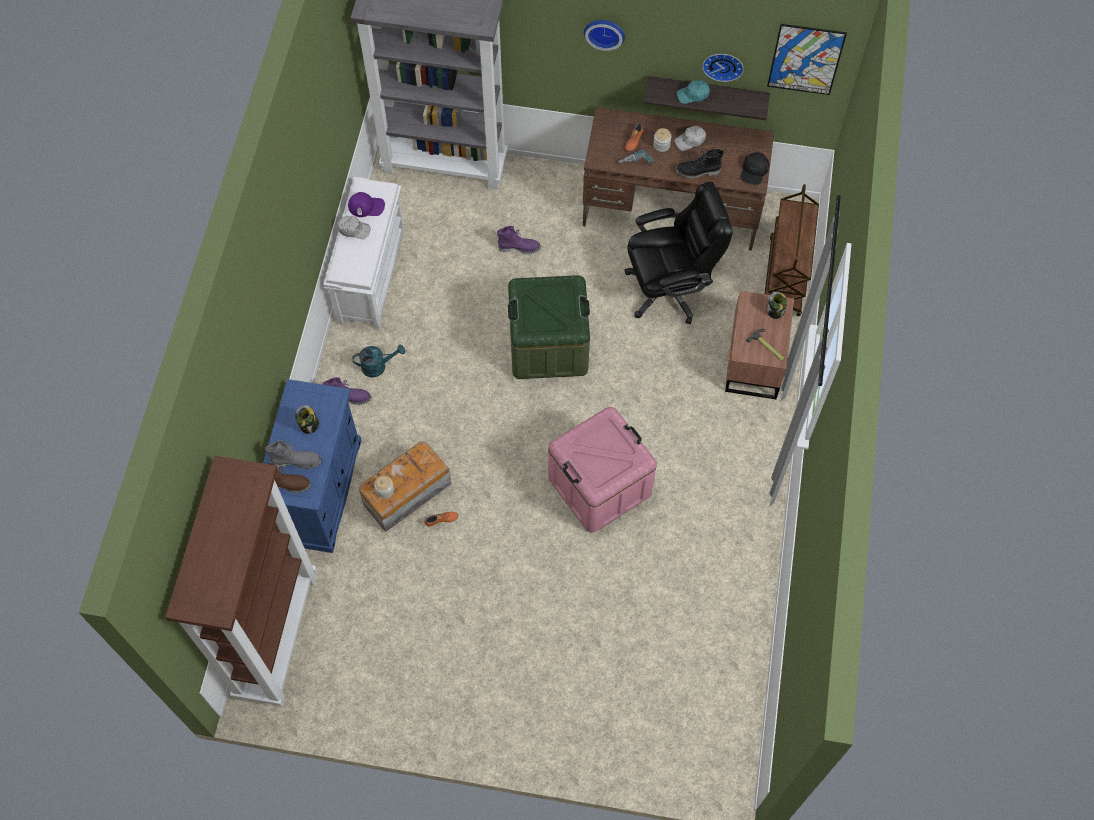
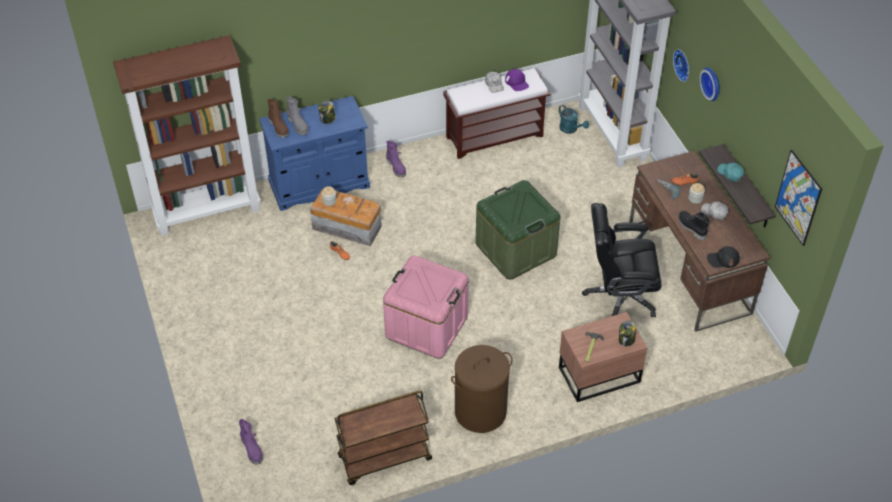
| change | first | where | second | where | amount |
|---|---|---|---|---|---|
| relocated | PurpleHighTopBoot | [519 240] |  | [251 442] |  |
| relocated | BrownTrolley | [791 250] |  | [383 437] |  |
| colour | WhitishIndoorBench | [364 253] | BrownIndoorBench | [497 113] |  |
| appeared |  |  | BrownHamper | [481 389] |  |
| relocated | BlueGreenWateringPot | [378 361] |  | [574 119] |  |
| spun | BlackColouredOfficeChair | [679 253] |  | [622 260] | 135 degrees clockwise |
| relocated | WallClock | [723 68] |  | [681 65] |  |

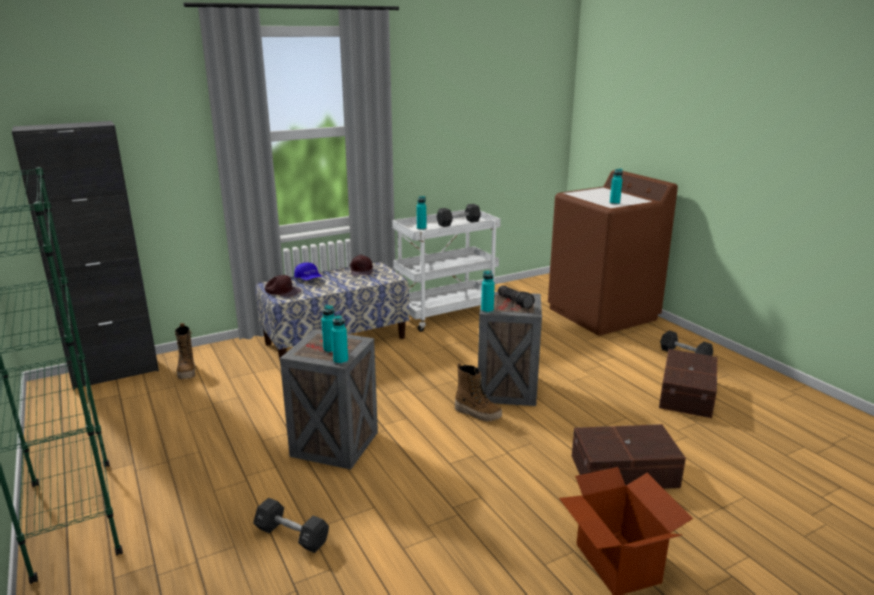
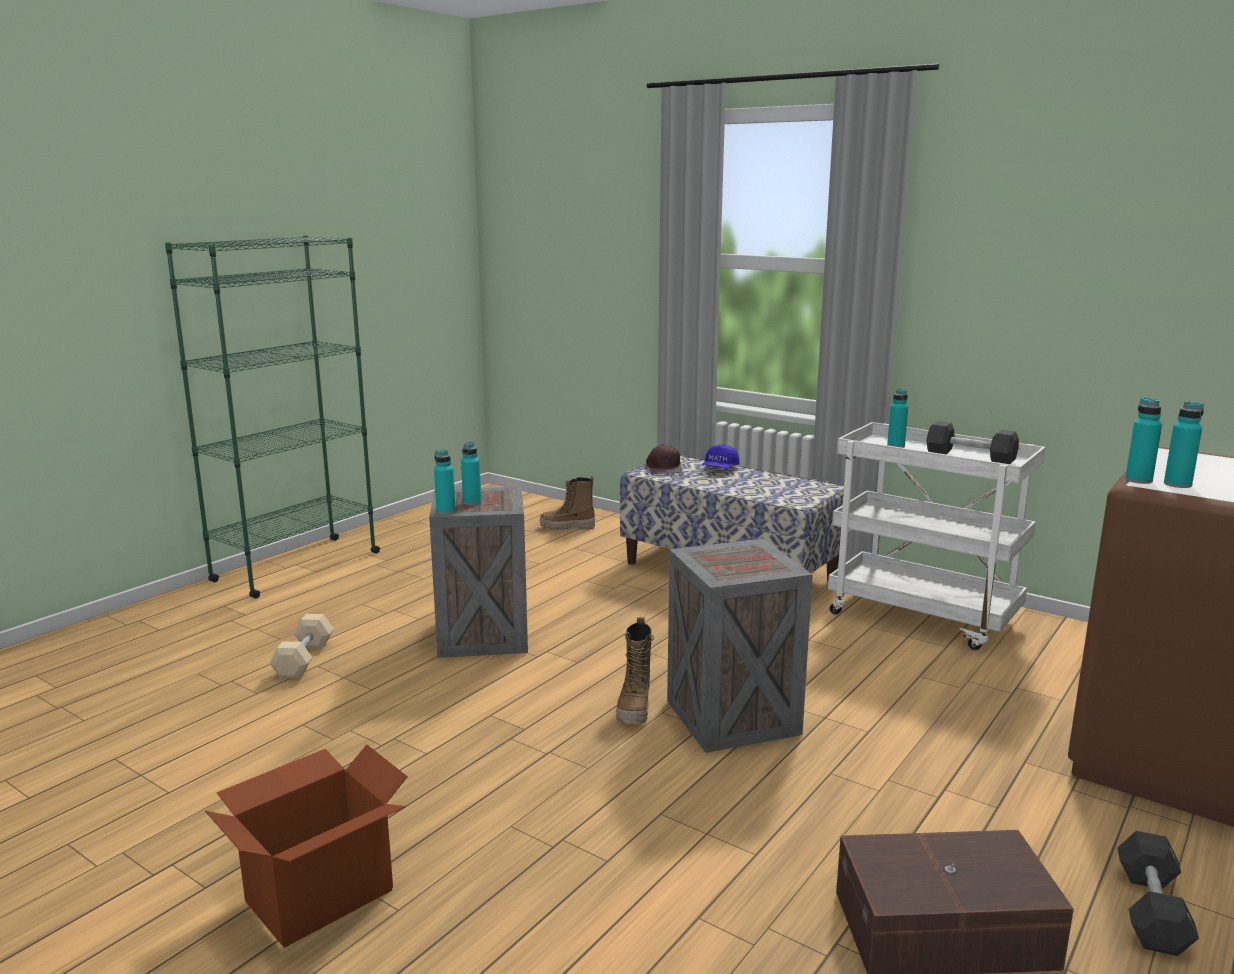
| change | first | where | second | where | amount |
|---|---|---|---|---|---|
| colour | BlackColouredHandWeight | [291 525] | BeigeColouredHandWeight | [301 646] |  |
| spun | HighTopBoot | [185 351] |  | [567 503] | 45 degrees clockwise |
| relocated | BlueGreenDrinkBottle | [488 292] |  | [1143 440] |  |
| missing | BlackColouredCabinet | [85 255] |  |  |  |
| missing | BrownPeakedCap | [361 265] |  |  |  |
| missing | HandTorch | [516 296] |  |  |  |
| missing | BrownStorageBox | [629 456] |  |  |  |

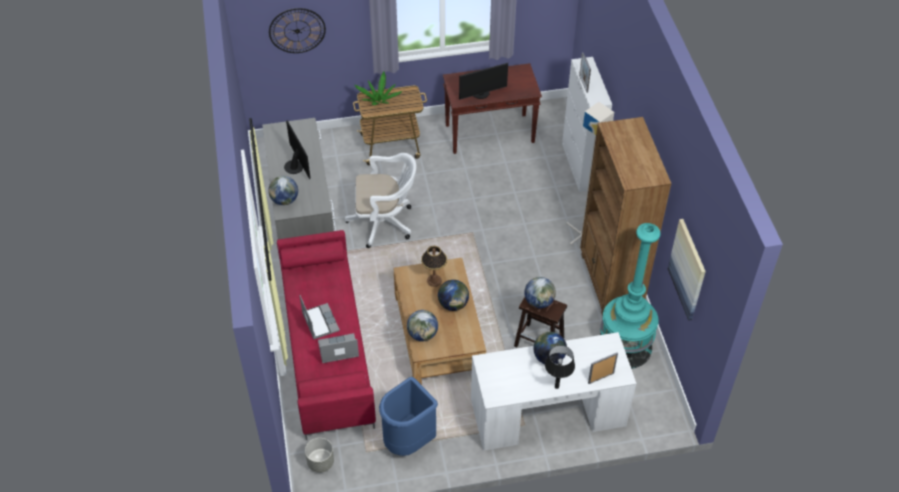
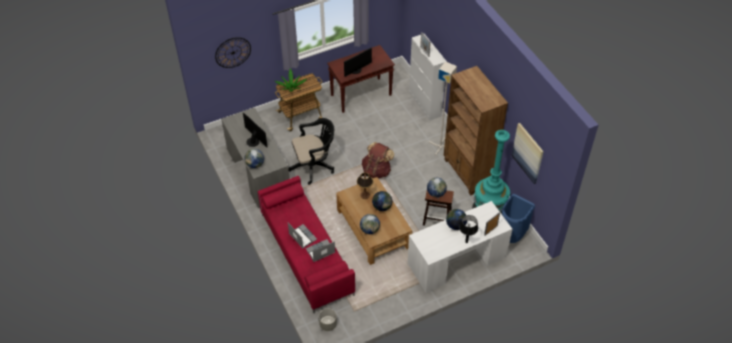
| change | first | where | second | where | amount |
|---|---|---|---|---|---|
| colour | WhitishOfficeChair | [380 200] | BlackColouredOfficeChair | [311 151] |  |
| appeared |  |  | BrownKnapsack | [378 160] |  |
| relocated | BlueRubbishBin | [408 416] |  | [518 218] |  |

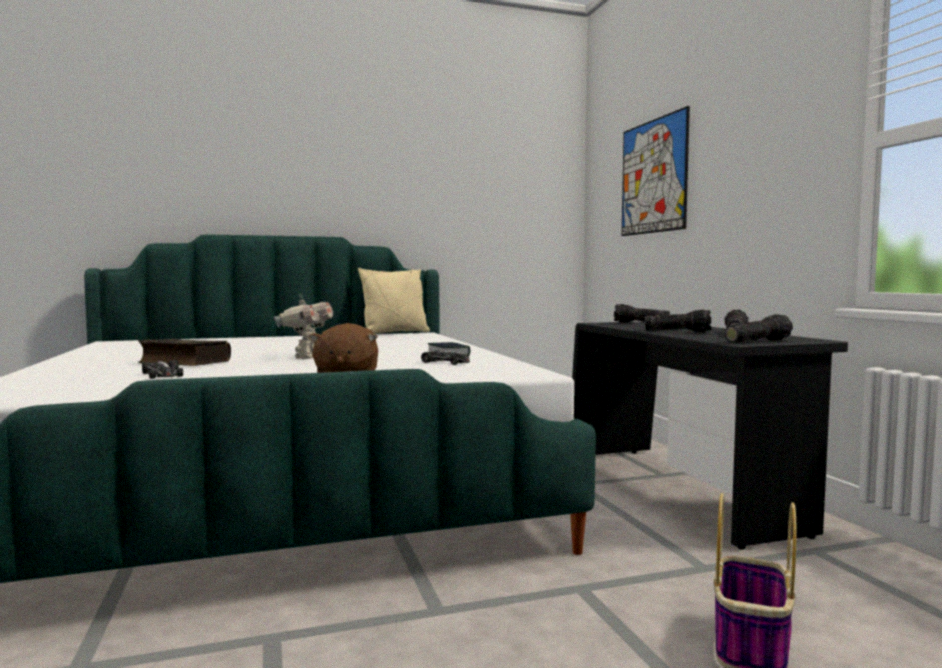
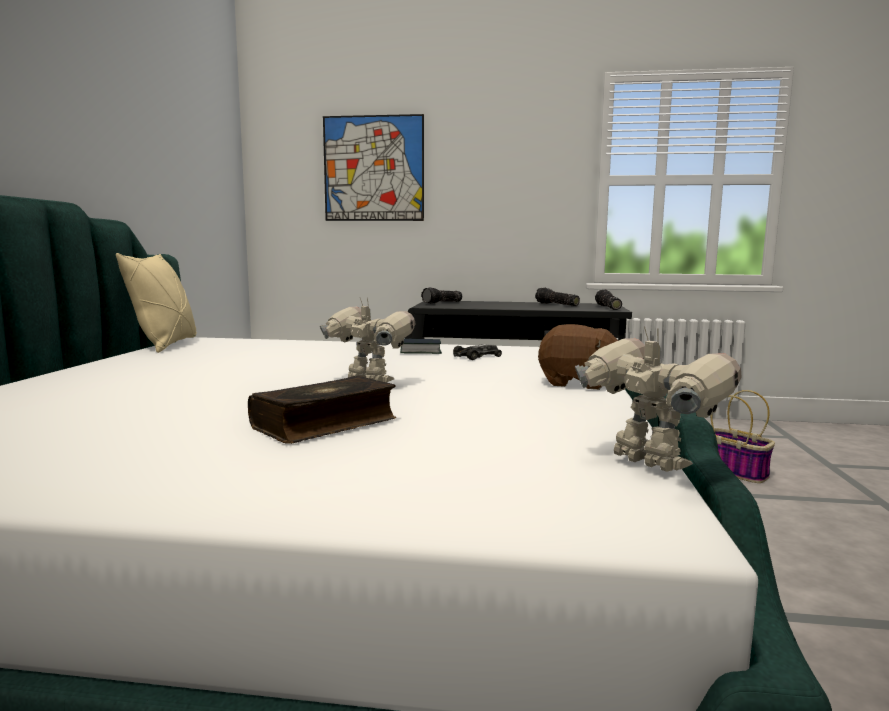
| change | first | where | second | where | amount |
|---|---|---|---|---|---|
| appeared |  |  | RobotFigure | [658 399] |  |
| missing | ModelCar | [162 369] |  |  |  |
| missing | HandTorch | [678 321] |  |  |  |

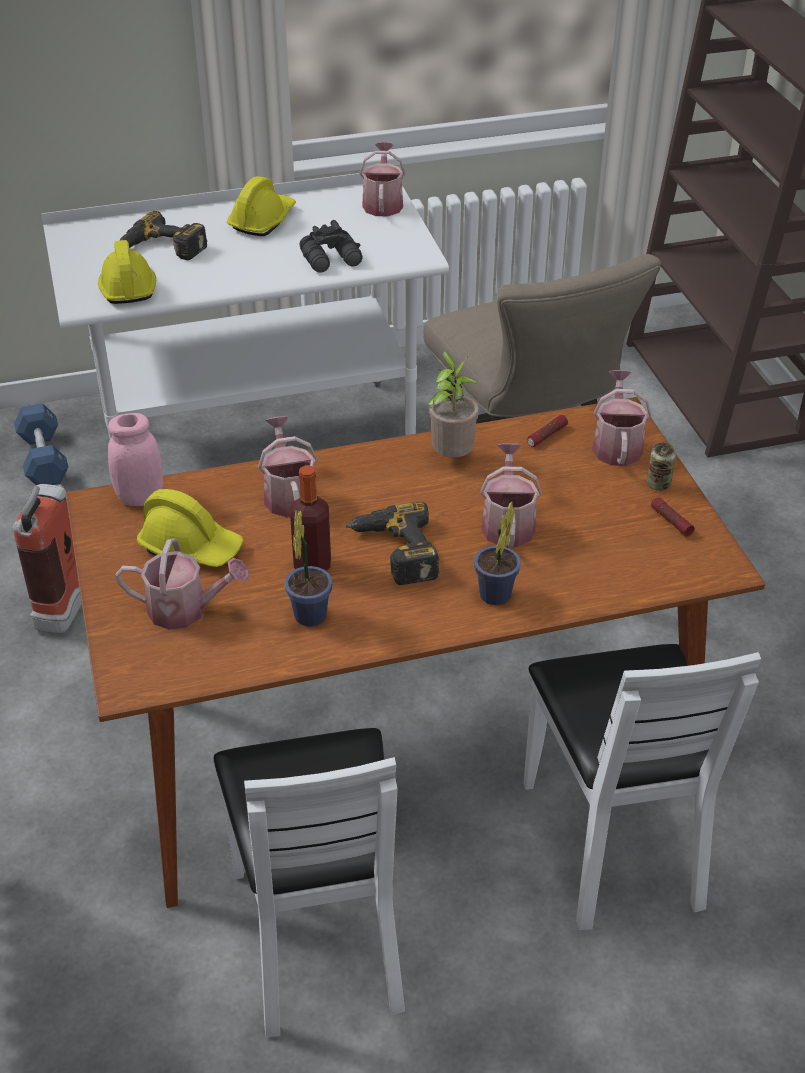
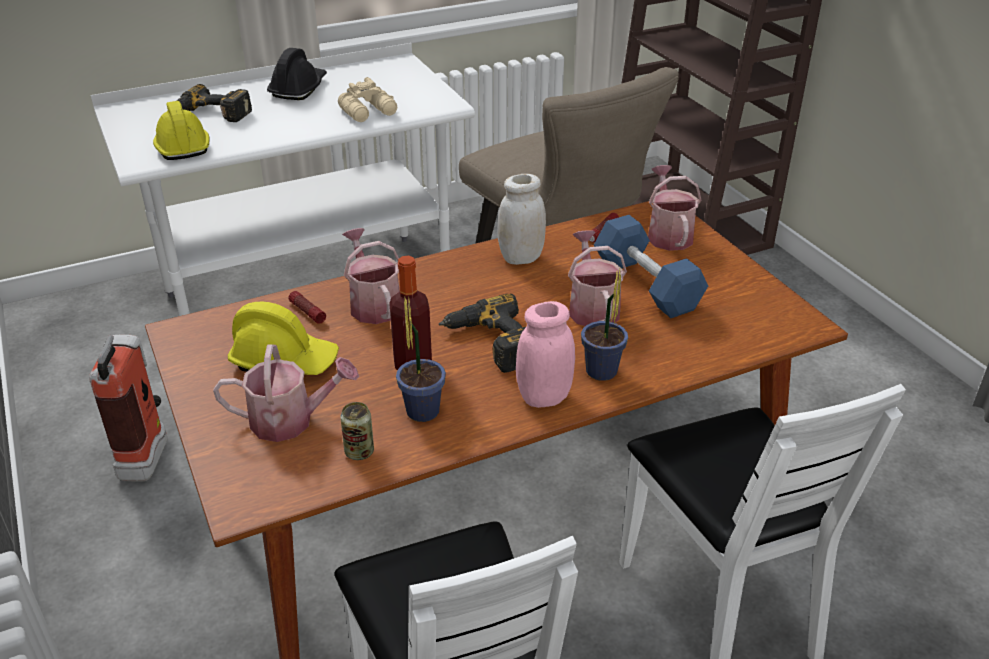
| change | first | where | second | where | amount |
|---|---|---|---|---|---|
| colour | YellowishSafetyHelmet | [261 206] | BlackColouredSafetyHelmet | [297 74] |  |
| relocated | HandTorch | [672 517] |  | [307 307] |  |
| colour | BlackColouredPairOfBinoculars | [331 246] | BeigeColouredPairOfBinoculars | [367 99] |  |
| relocated | MetalCan | [661 466] |  | [357 431] |  |
| exchanged | PottedPlant | [453 404] | WhitishStorageJar | [522 219] |  |
| relocated | PinkishStorageJar | [135 459] |  | [545 354] |  |
| relocated | BlueHandWeight | [41 444] |  | [651 266] |  |
| missing | WateringPot | [382 179] |  |  |  |

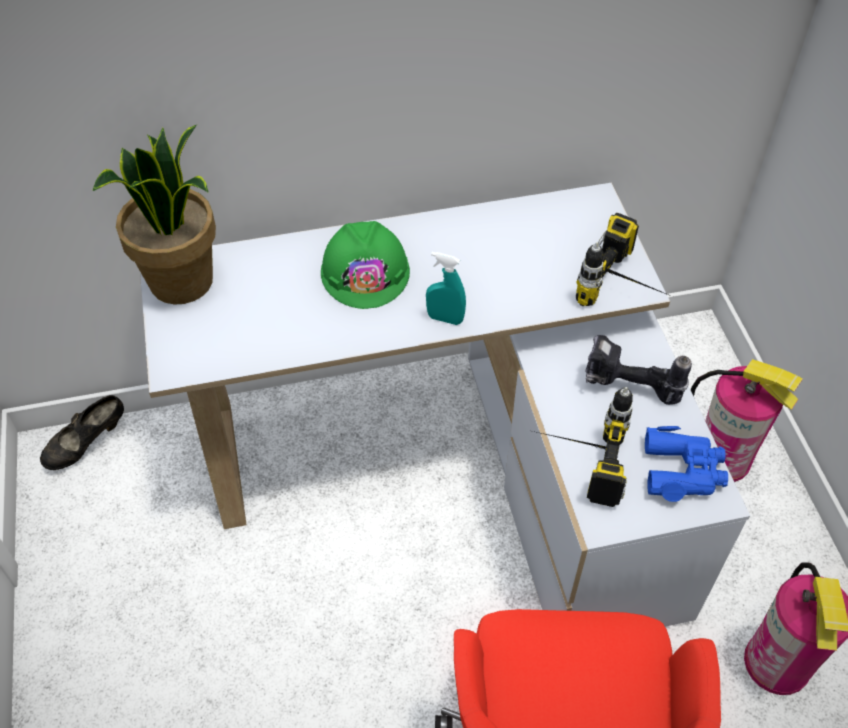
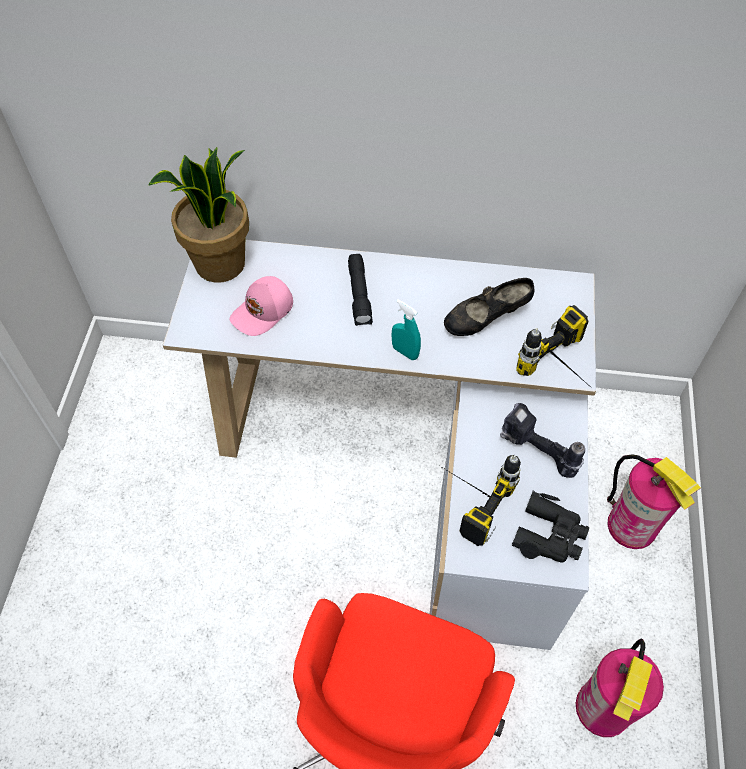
| change | first | where | second | where | amount |
|---|---|---|---|---|---|
| appeared |  |  | PinkishPeakedCap | [261 306] |  |
| exchanged | GreenSafetyHelmet | [365 265] | BlackColouredHandTorch | [360 290] |  |
| relocated | BlackColouredItemOfFootwear | [82 432] |  | [489 307] |  |
| colour | BluePairOfBinoculars | [686 464] | BlackColouredPairOfBinoculars | [550 527] |  |

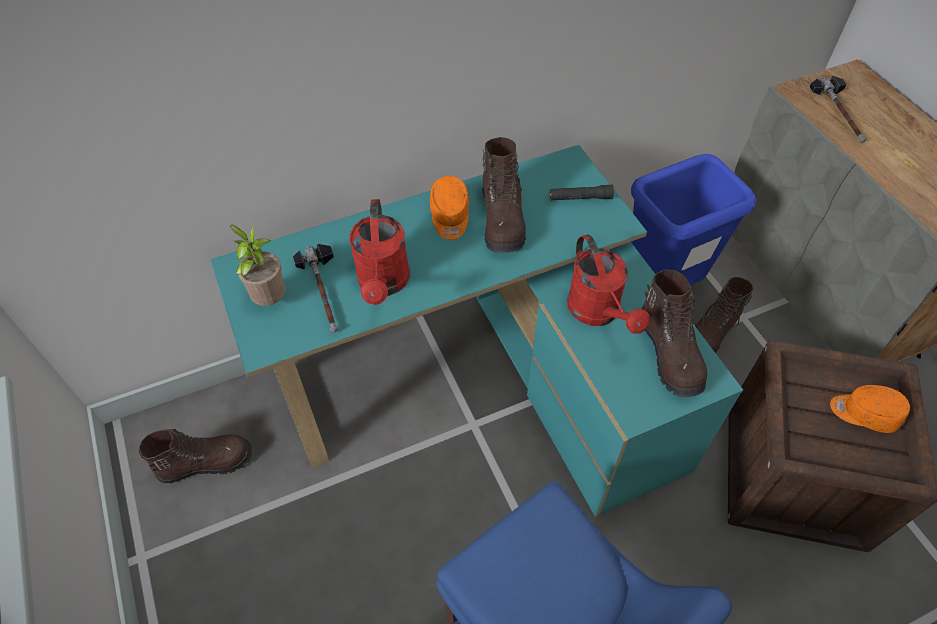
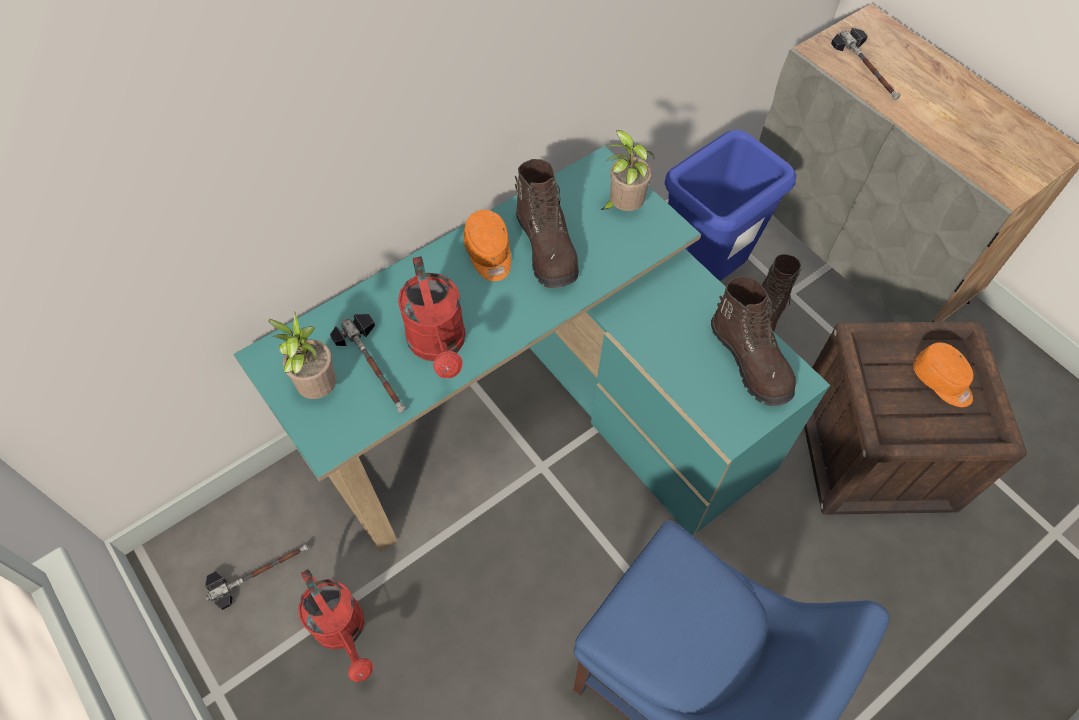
| change | first | where | second | where | amount |
|---|---|---|---|---|---|
| exchanged | BrownHighTopBoot | [195 456] | Hammer | [256 577] |  |
| relocated | RedColouredWateringPot | [608 284] |  | [335 625] |  |
| exchanged | BlackColouredHandTorch | [582 192] | PottedPlant | [628 170] |  |
| spun | OrangeColouredPeakedCap | [870 409] |  | [943 374] | 135 degrees counterclockwise |

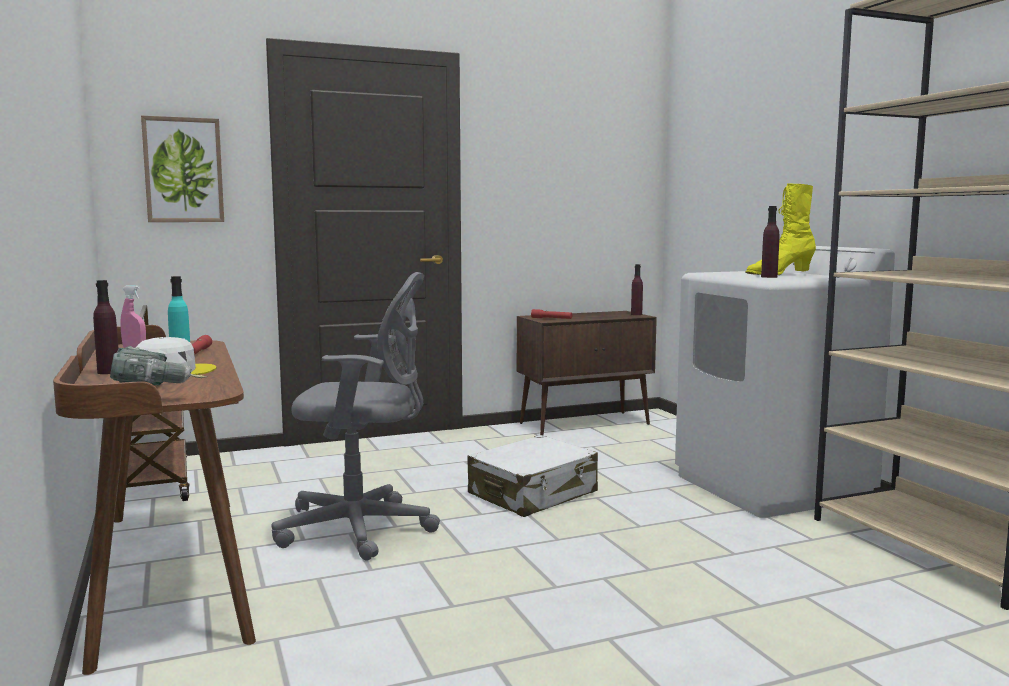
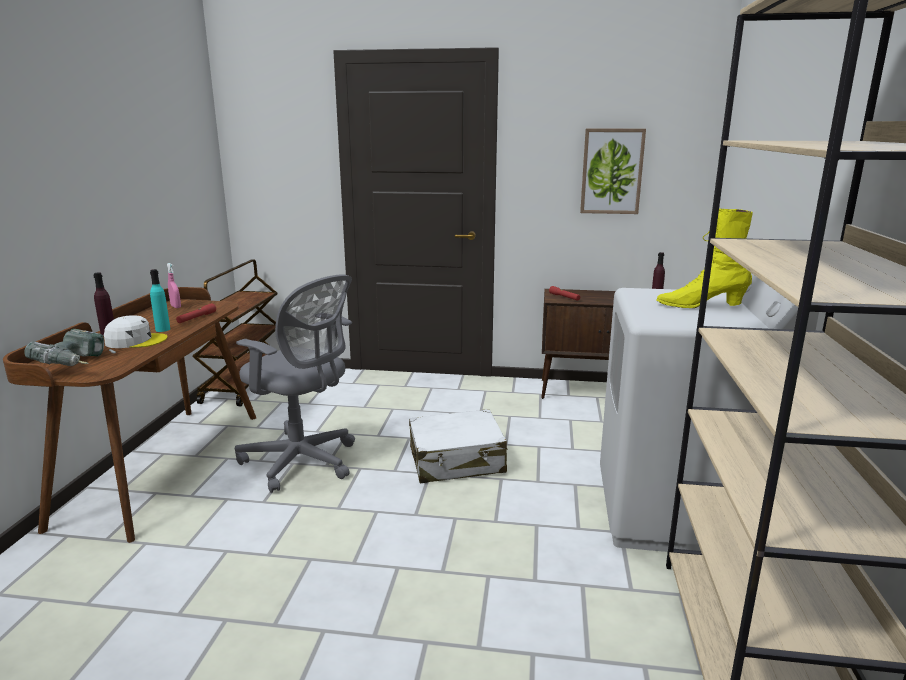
| change | first | where | second | where | amount |
|---|---|---|---|---|---|
| relocated | WallPicture | [182 169] |  | [613 171] |  |
| missing | PurpleDrinkBottle | [770 242] |  |  |  |

